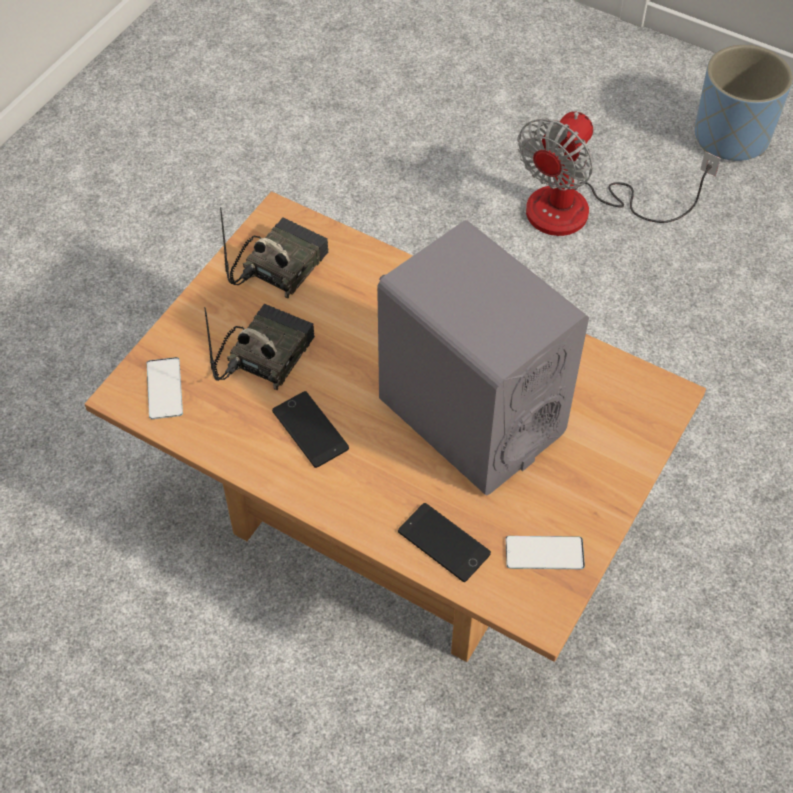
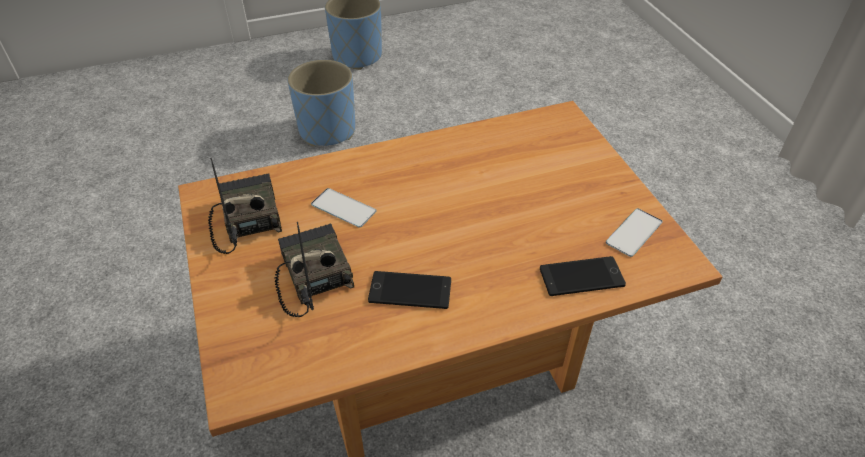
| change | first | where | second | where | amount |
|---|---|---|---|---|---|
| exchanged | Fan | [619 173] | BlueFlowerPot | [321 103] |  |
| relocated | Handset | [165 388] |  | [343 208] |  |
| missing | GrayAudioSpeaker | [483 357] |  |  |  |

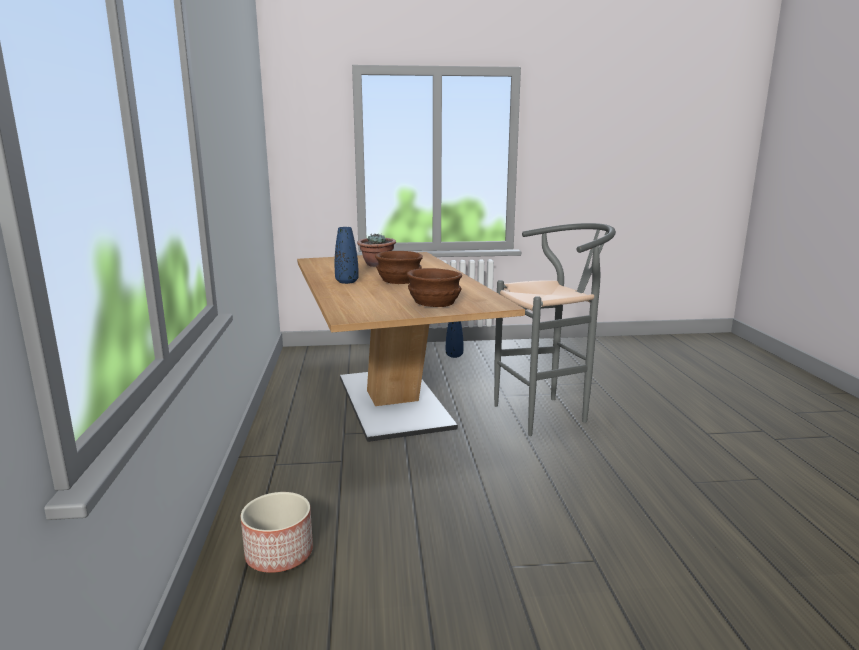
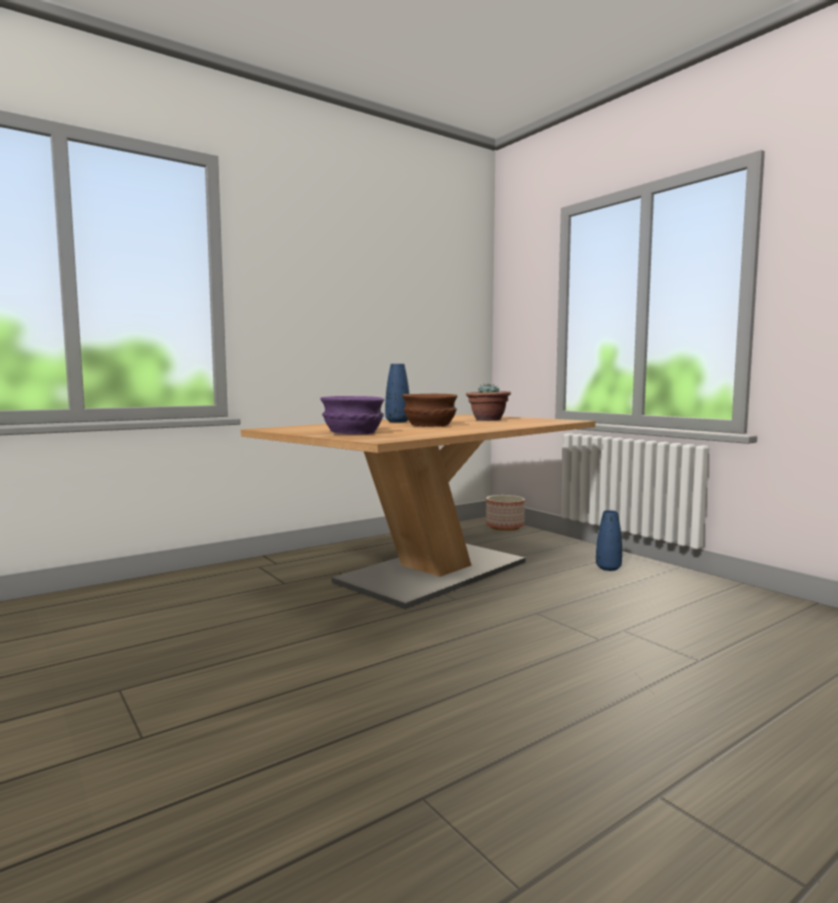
| change | first | where | second | where | amount |
|---|---|---|---|---|---|
| colour | BrownBowl | [434 287] | PurpleBowl | [352 415] |  |
| relocated | FlowerPot | [277 532] |  | [505 513] |  |
| missing | GrayStool | [555 329] |  |  |  |

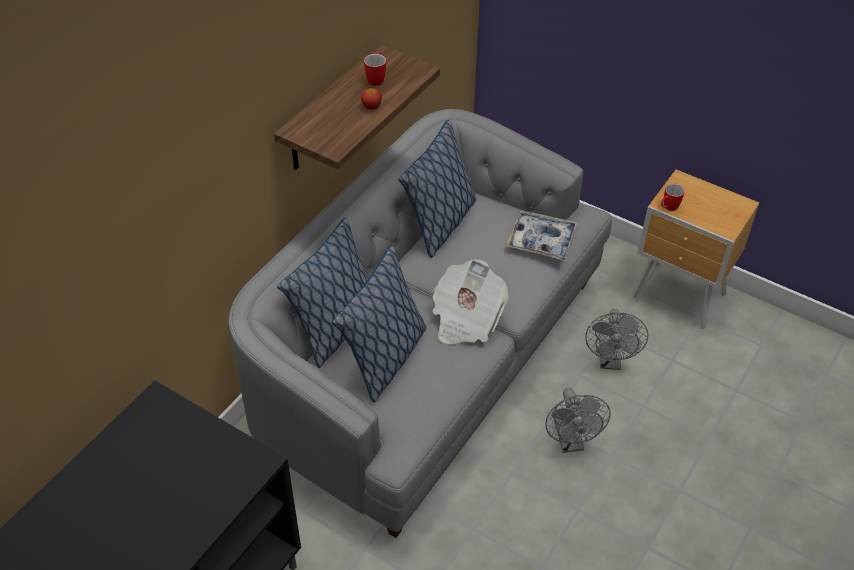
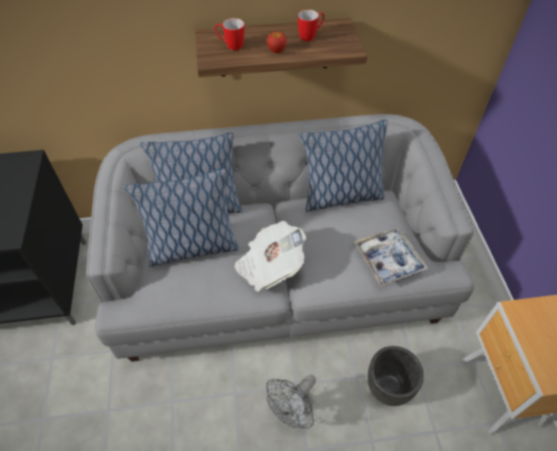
| change | first | where | second | where | amount |
|---|---|---|---|---|---|
| relocated | TeaMug | [673 197] |  | [229 34] |  |
| exchanged | GrayFan | [616 339] | BlackColouredFlowerPot | [395 376] |  |

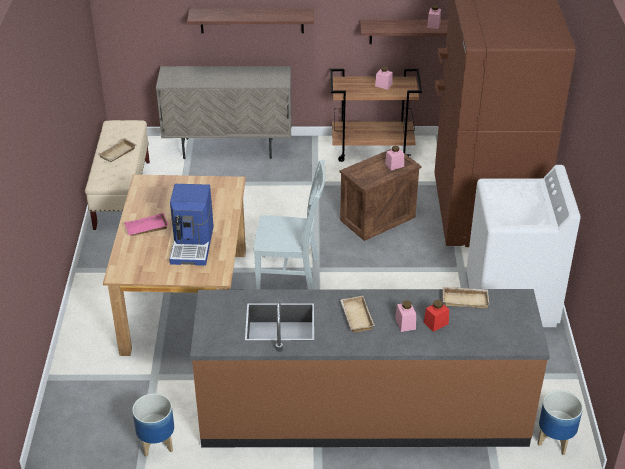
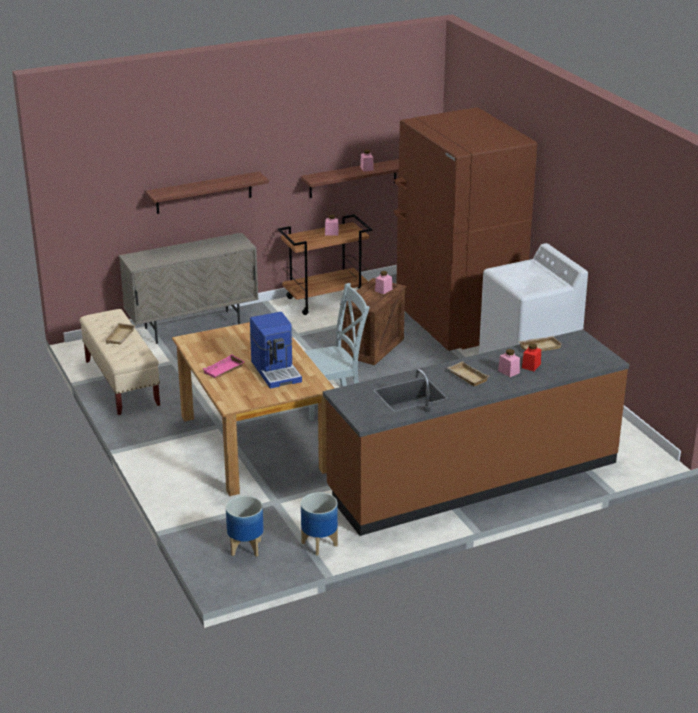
| change | first | where | second | where | amount |
|---|---|---|---|---|---|
| relocated | FlowerPot | [560 422] |  | [245 526] |  |

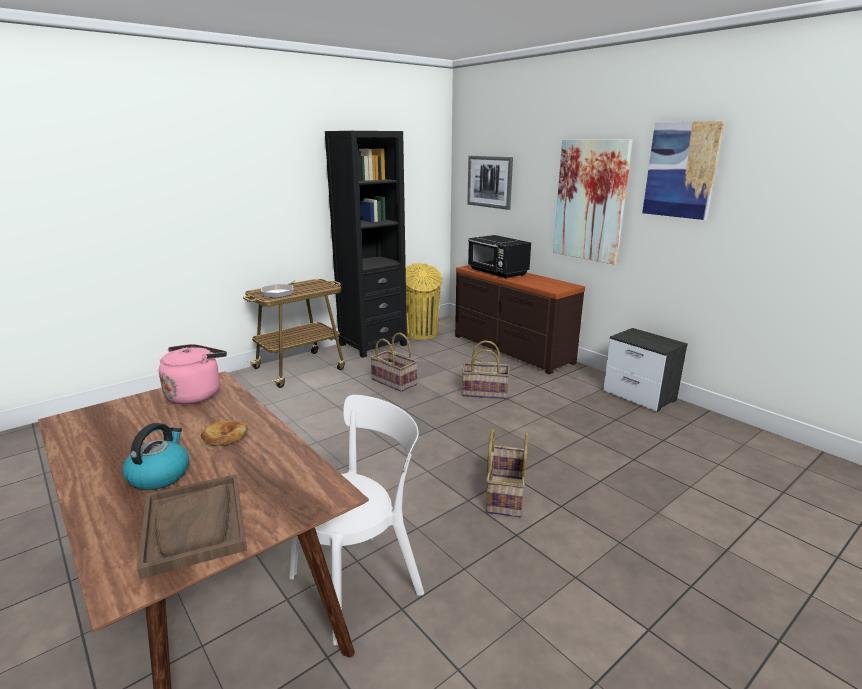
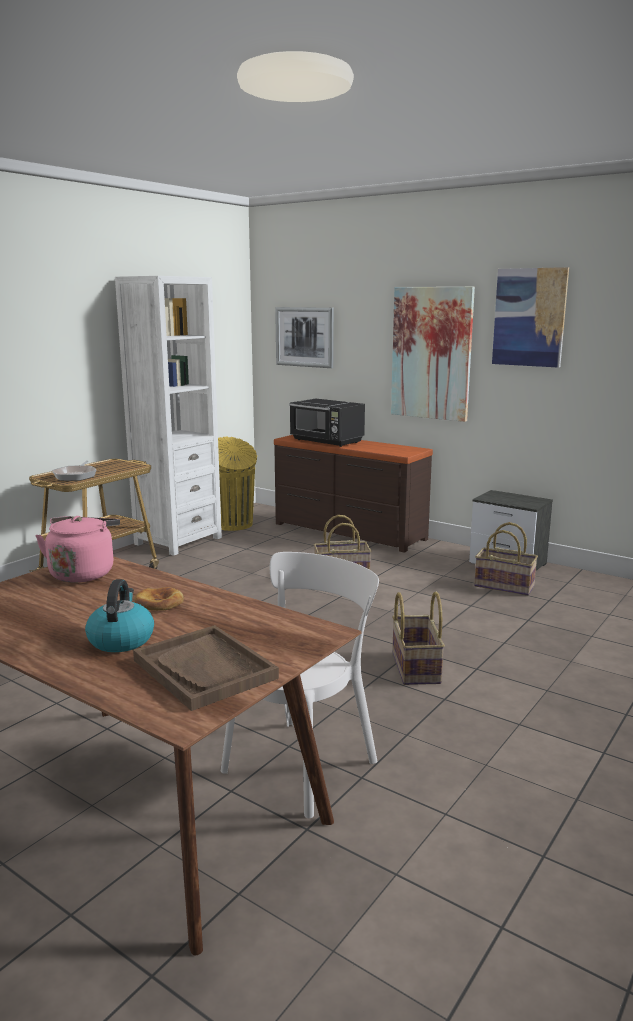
| change | first | where | second | where | amount |
|---|---|---|---|---|---|
| colour | BlackColouredBookshelf | [366 244] | WhitishBookshelf | [168 416] |  |
| relocated | HouseholdBasket | [394 362] |  | [506 559] |  |

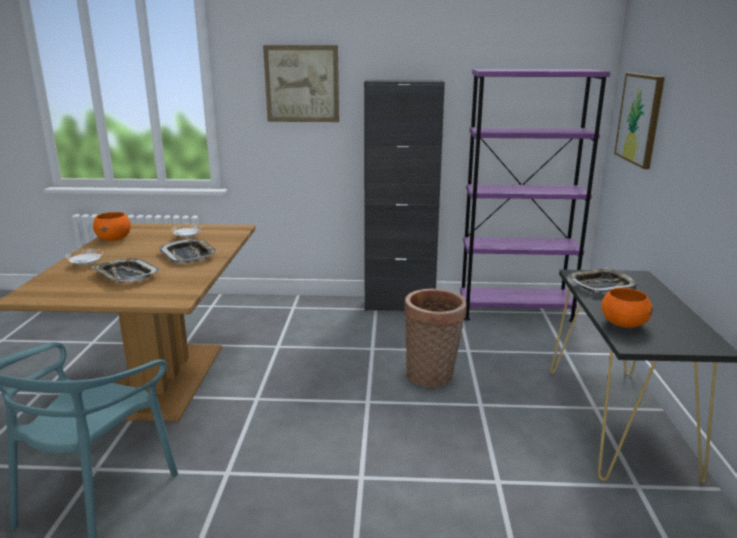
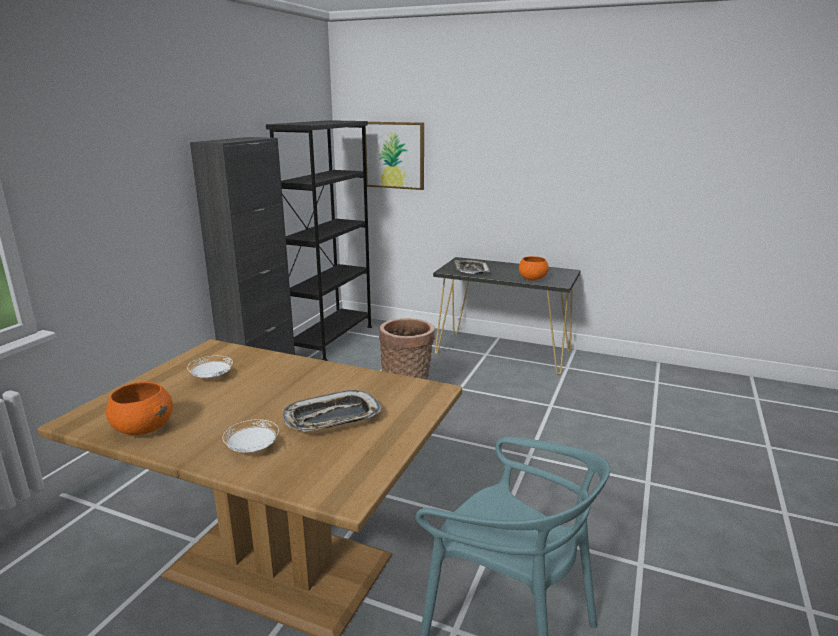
| change | first | where | second | where | amount |
|---|---|---|---|---|---|
| colour | PurpleBookshelf | [535 195] | BlackColouredBookshelf | [319 240] |  |
| missing | CarryingTray | [188 250] |  |  |  |
| missing | WallPicture | [301 83] |  |  |  |

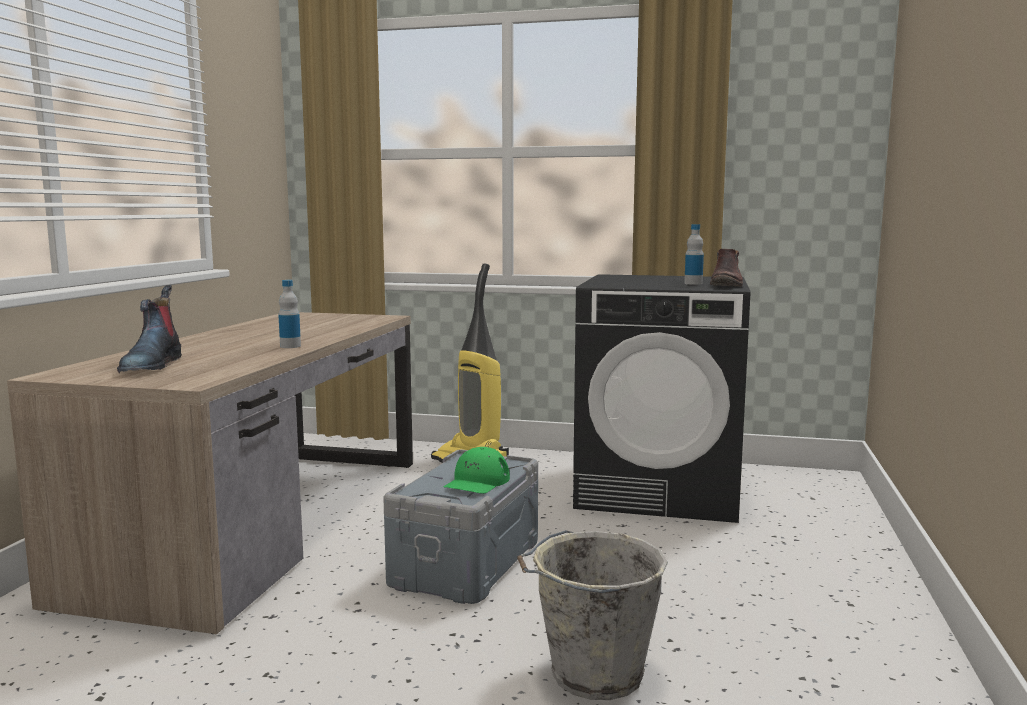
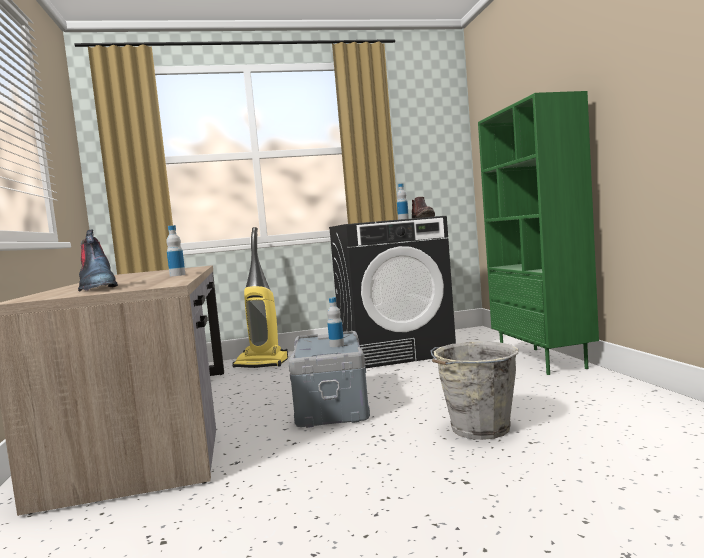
| change | first | where | second | where | amount |
|---|---|---|---|---|---|
| exchanged | GreenPeakedCap | [477 470] | DrinkBottle | [335 322] |  |
| appeared |  |  | GreenBookshelf | [538 233] |  |

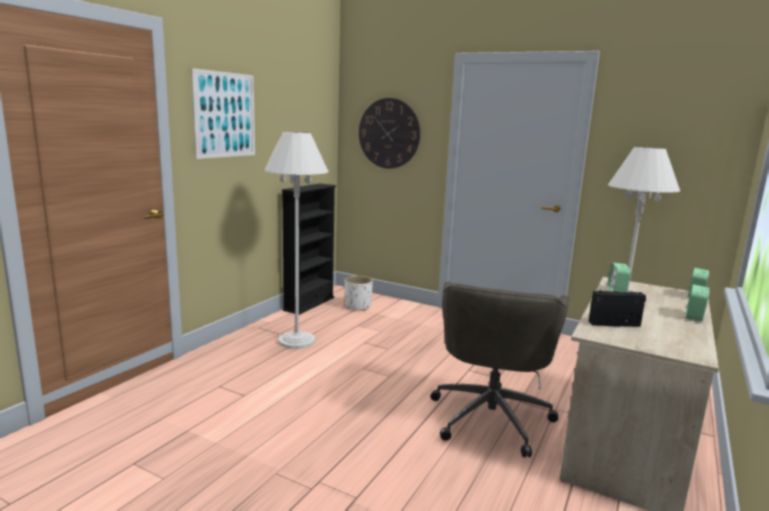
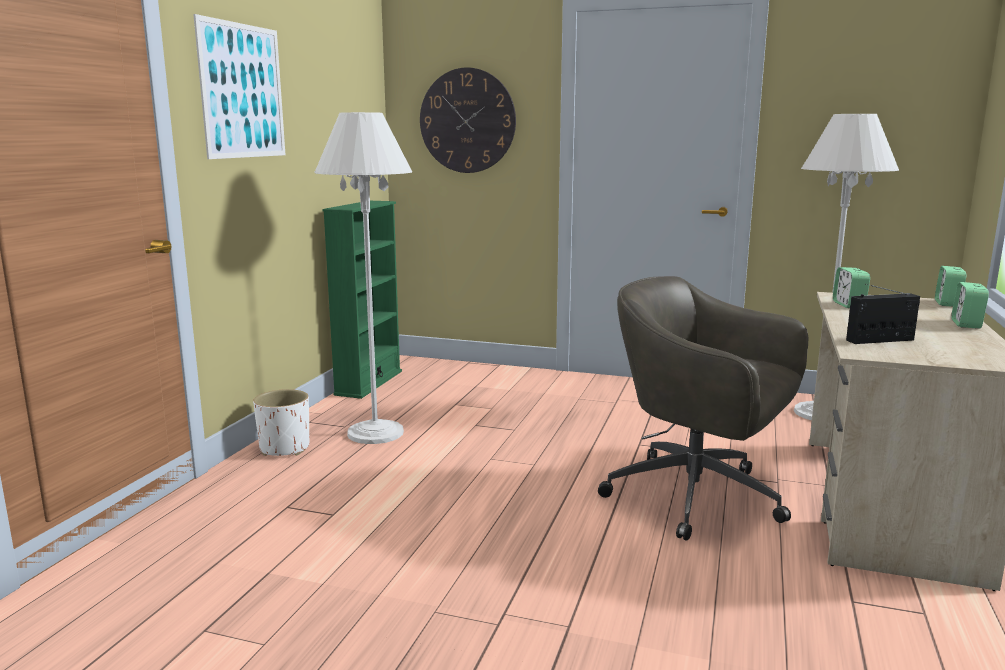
| change | first | where | second | where | amount |
|---|---|---|---|---|---|
| relocated | WhitishFlowerPot | [359 293] |  | [281 422] |  |
| colour | BlackColouredBookshelf | [309 249] | GreenBookshelf | [362 300] |  |
| spun | GrayOfficeChair | [499 369] |  | [703 408] | 120 degrees clockwise |

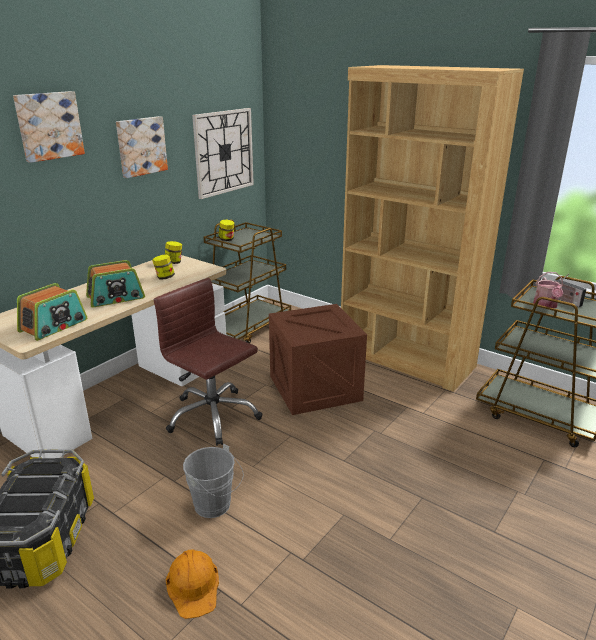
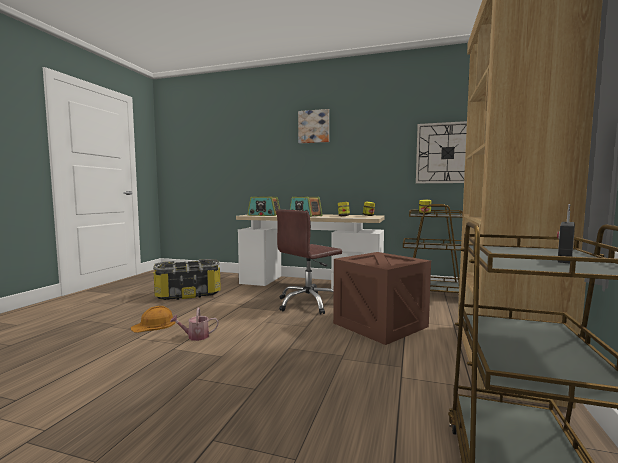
| change | first | where | second | where | amount |
|---|---|---|---|---|---|
| relocated | WateringPot | [548 290] |  | [194 324] |  |
| spun | BrownOfficeChair | [208 362] |  | [309 262] | 150 degrees counterclockwise |
| missing | WallPicture | [142 147] |  |  |  |
| missing | GrayPail | [213 481] |  |  |  |

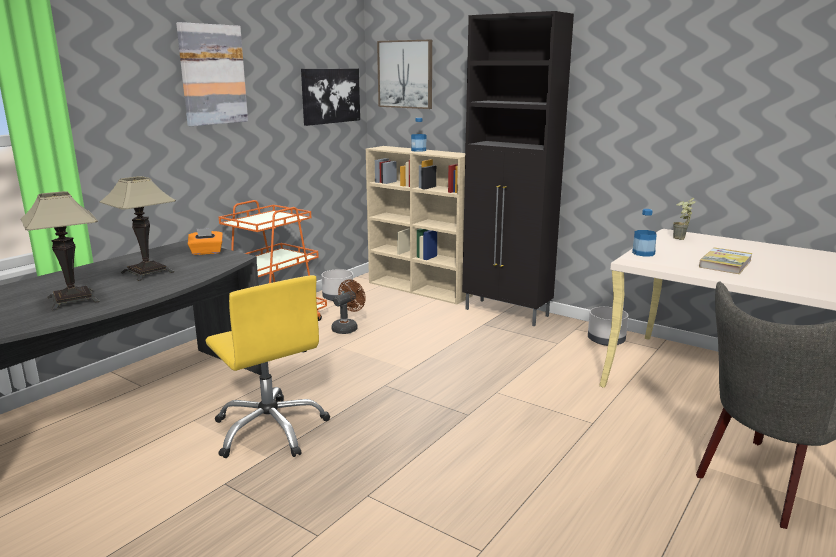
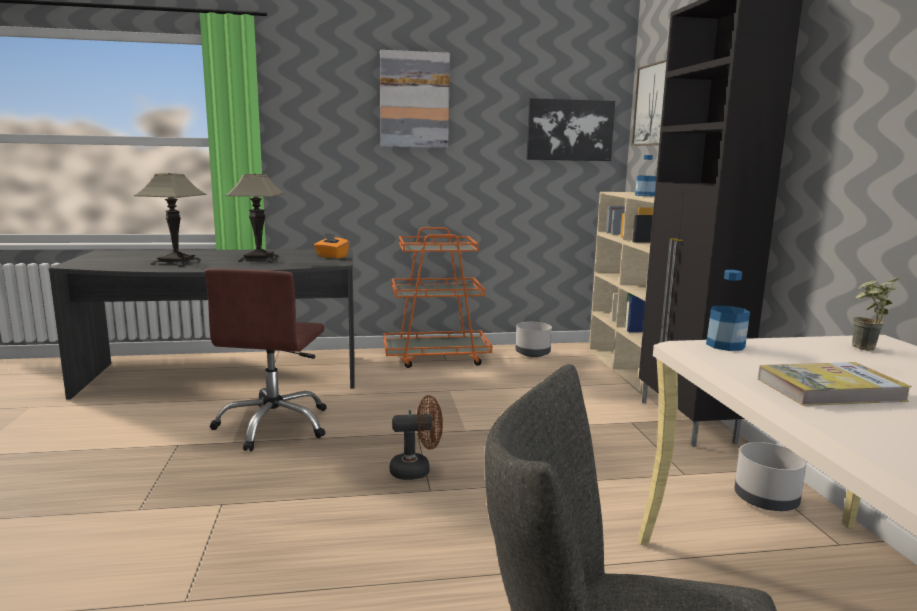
| change | first | where | second | where | amount |
|---|---|---|---|---|---|
| colour | YellowishOfficeChair | [268 366] | BrownOfficeChair | [266 359] |  |
| relocated | BrownFan | [348 306] |  | [416 437] |  |

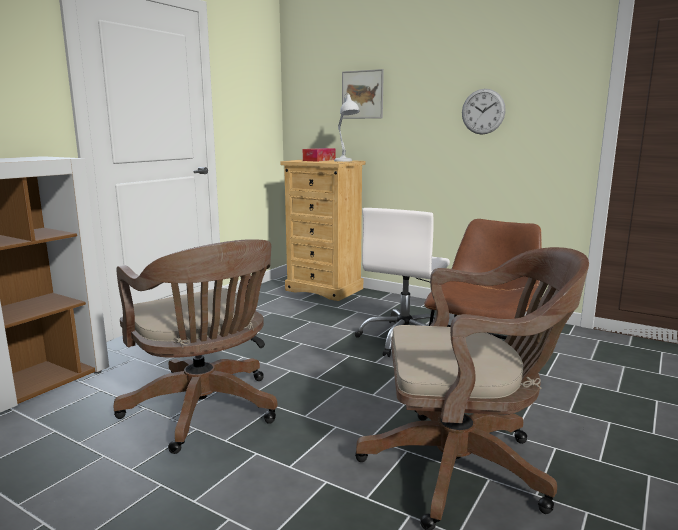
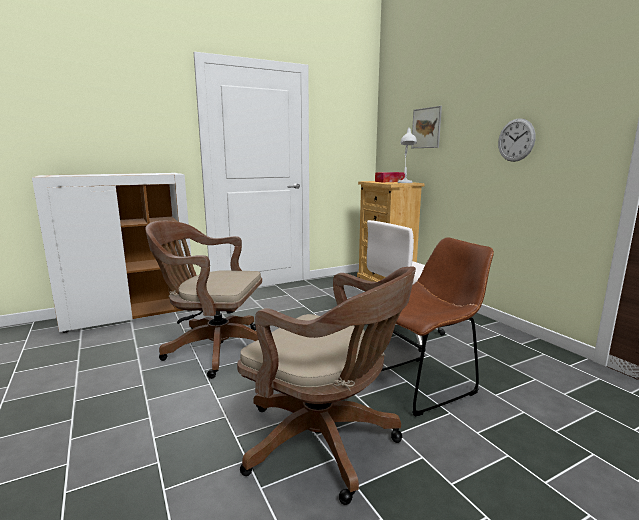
| change | first | where | second | where | amount |
|---|---|---|---|---|---|
| spun | BrownOfficeChair | [195 346] |  | [203 300] | 105 degrees clockwise |

